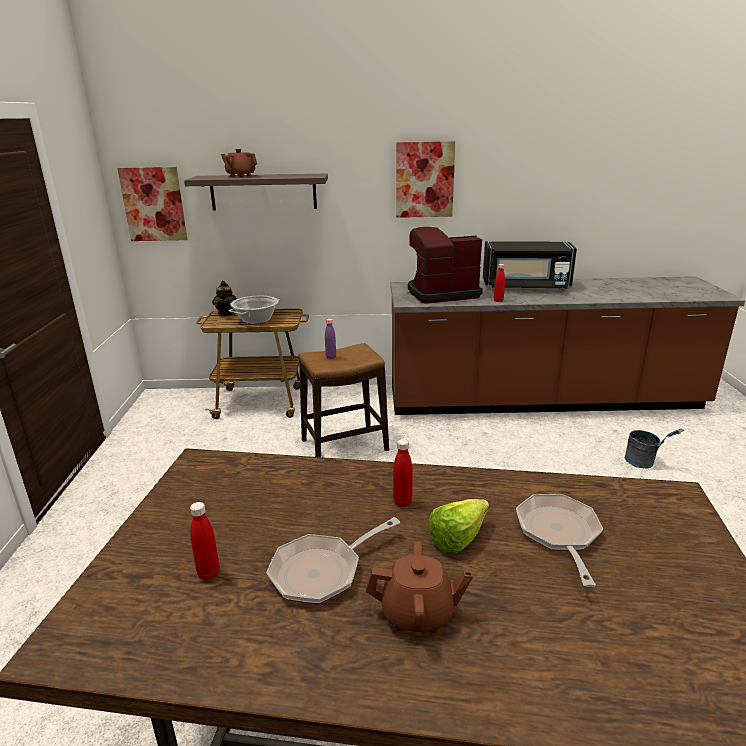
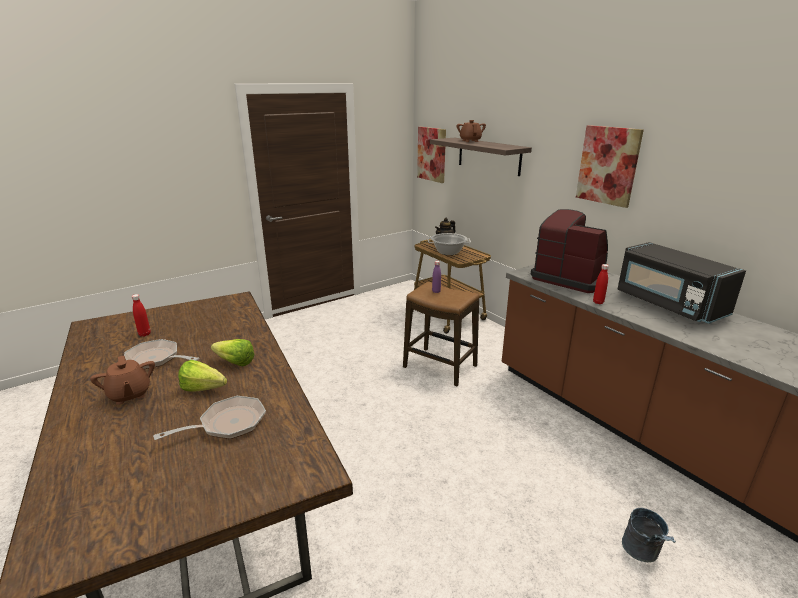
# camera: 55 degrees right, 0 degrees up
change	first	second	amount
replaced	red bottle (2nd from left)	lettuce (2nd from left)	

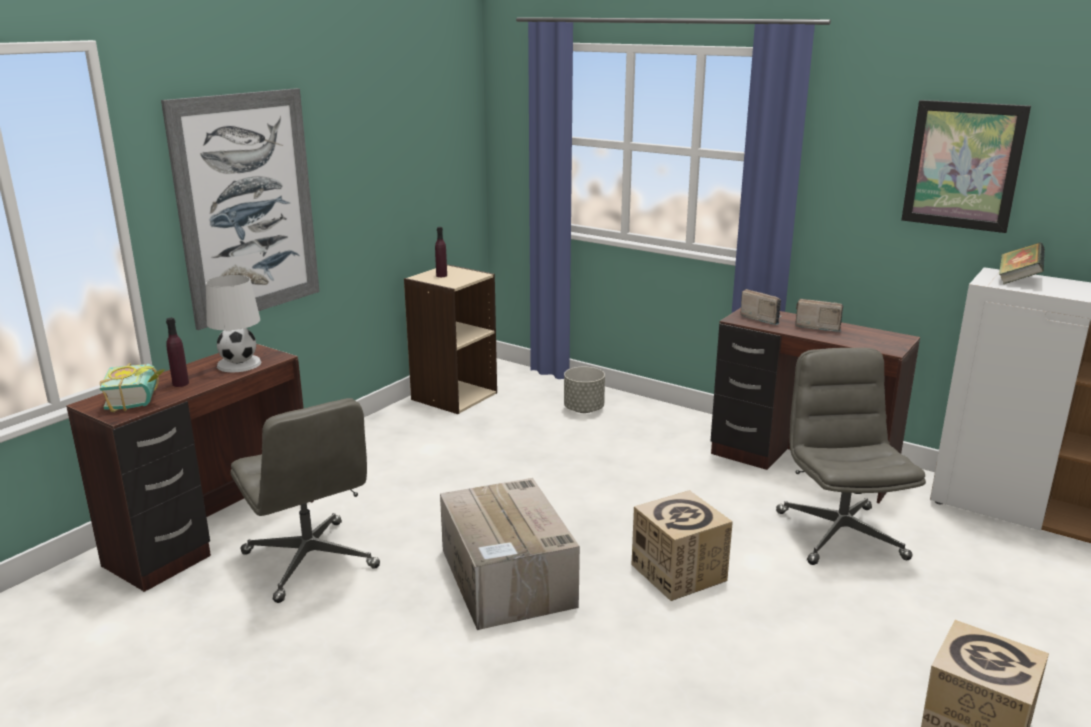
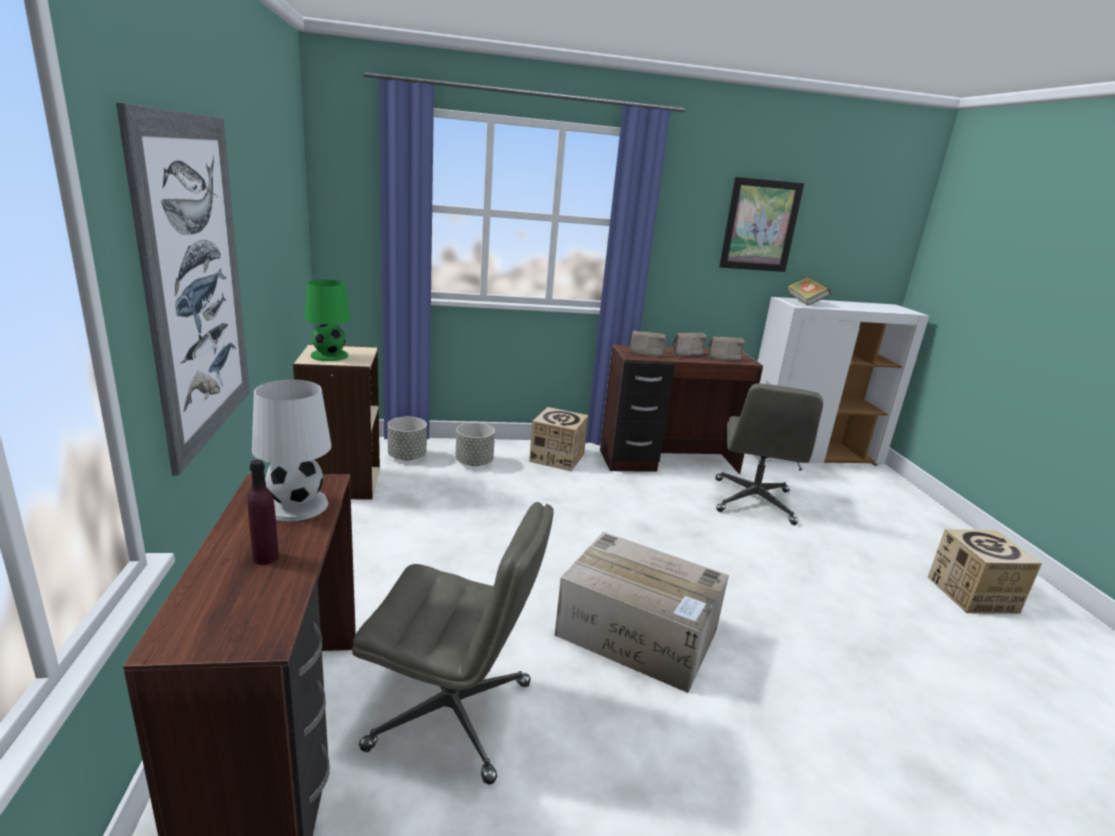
# camera: 45 degrees left, 0 degrees up
change	first	second	amount
replaced	purple bottle (2nd from left)	green table lamp	
added		grey planter (1st from left)	
moved	cardboard box (2nd from left in the first image)	cardboard box (1st from left)	
added		radio (3rd from left)	
turned	grey office chair (2nd from left)		120 degrees counterclockwise
removed	book (1st from left)		

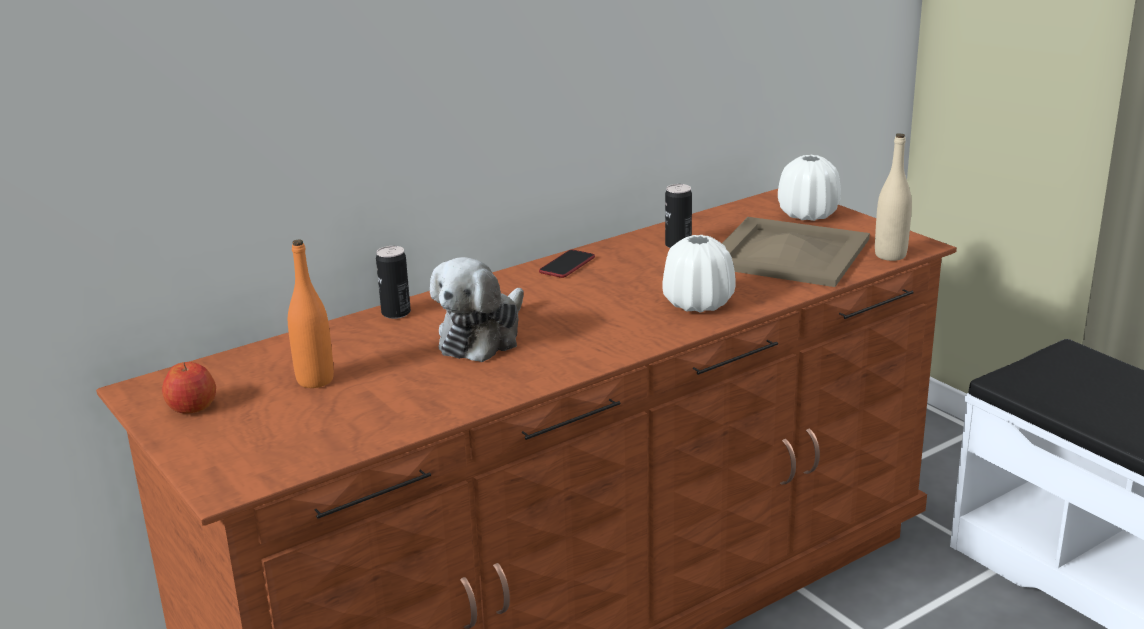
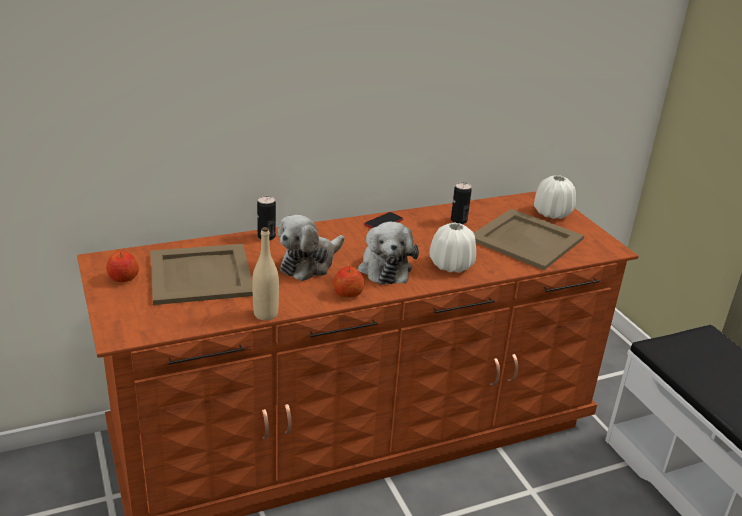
# camera: 10 degrees right, 5 degrees up
change	first	second	amount
replaced	orange bottle	beige tray (1st from left)	
moved	beige bottle		
added		apple (2nd from left)	
added		plush toy (2nd from left)	

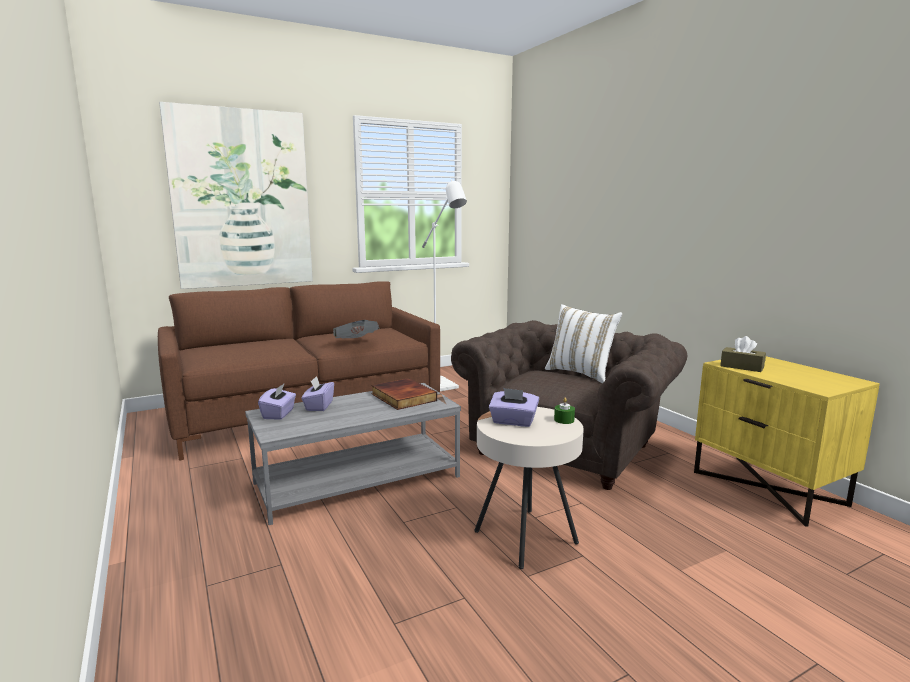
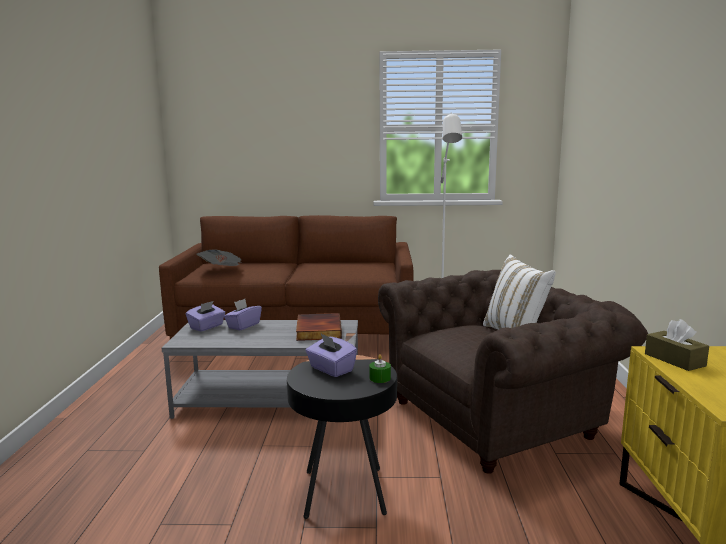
# camera: 30 degrees right, 0 degrees up
change	first	second	amount
moved	newspaper		
recoloured	beige side table	black side table	
removed	picture		

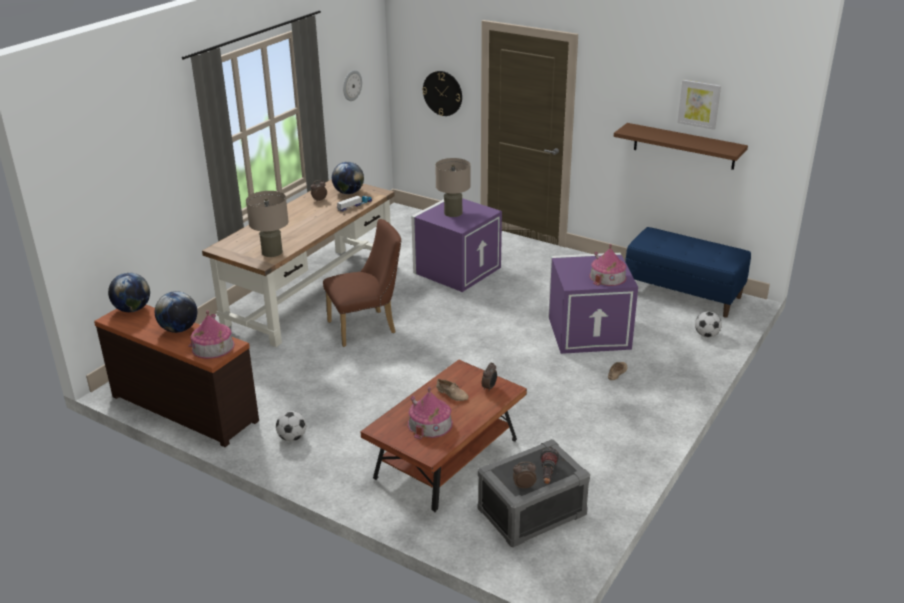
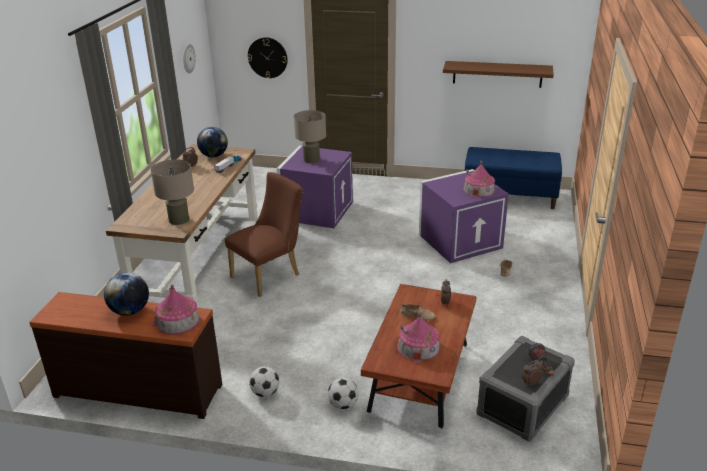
# camera: 20 degrees left, 0 degrees up
change	first	second	amount
moved	football (2nd from left)		
removed	globe (1st from left)		
removed	picture		

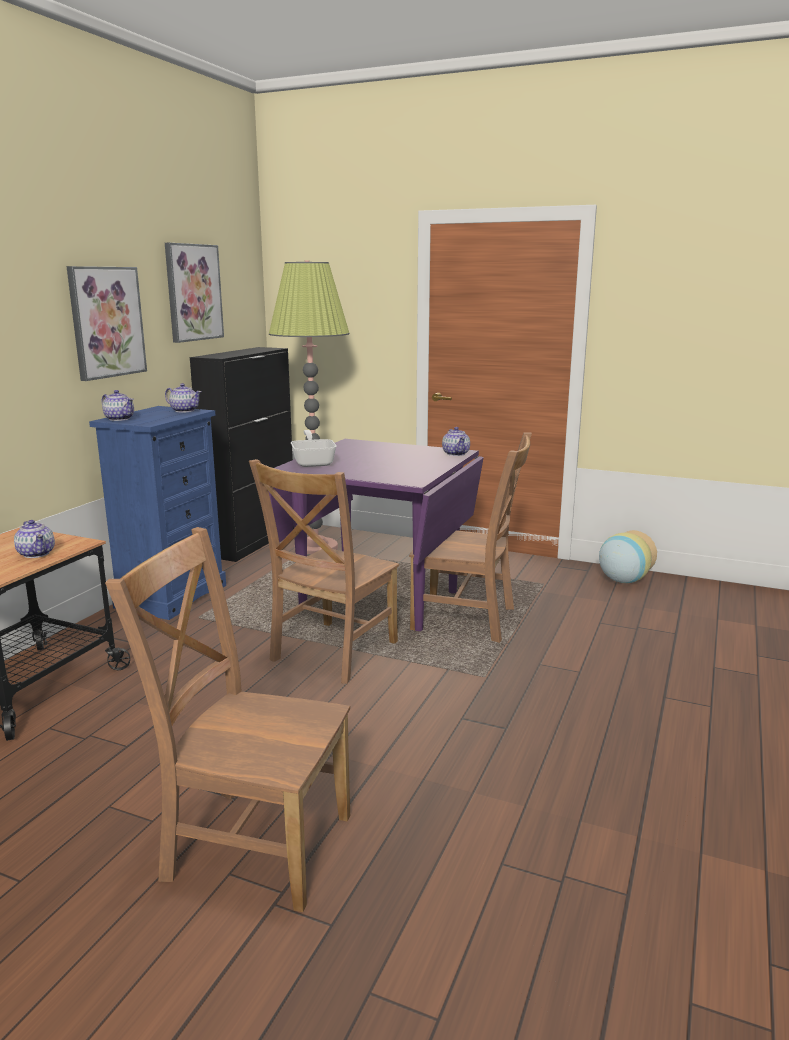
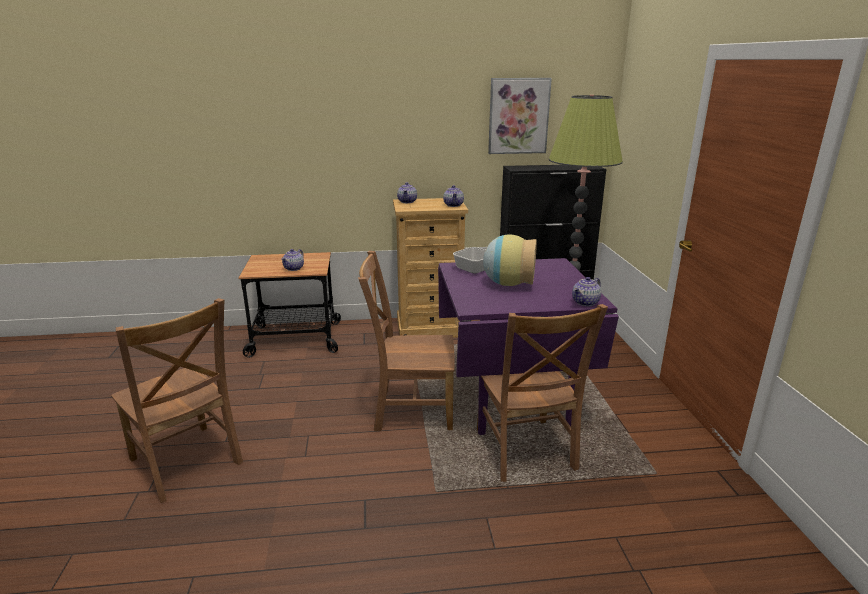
# camera: 60 degrees right, 5 degrees up
change	first	second	amount
turned	brown chair (1st from left)		150 degrees clockwise
recoloured	blue dresser	beige dresser	
moved	vase		
removed	picture (1st from left)		

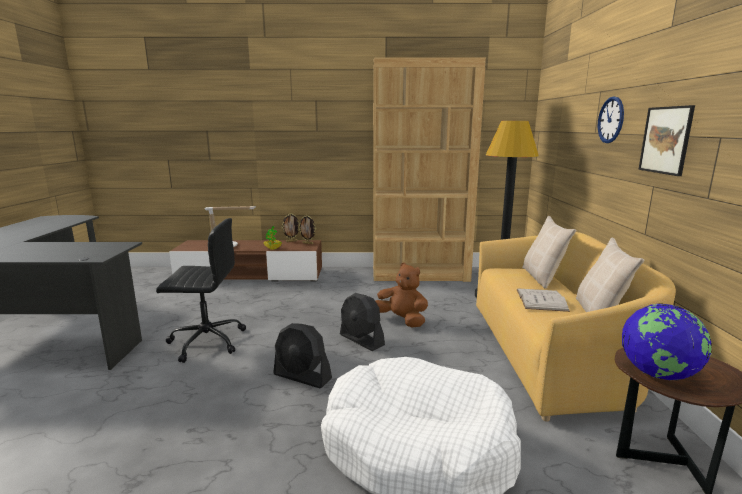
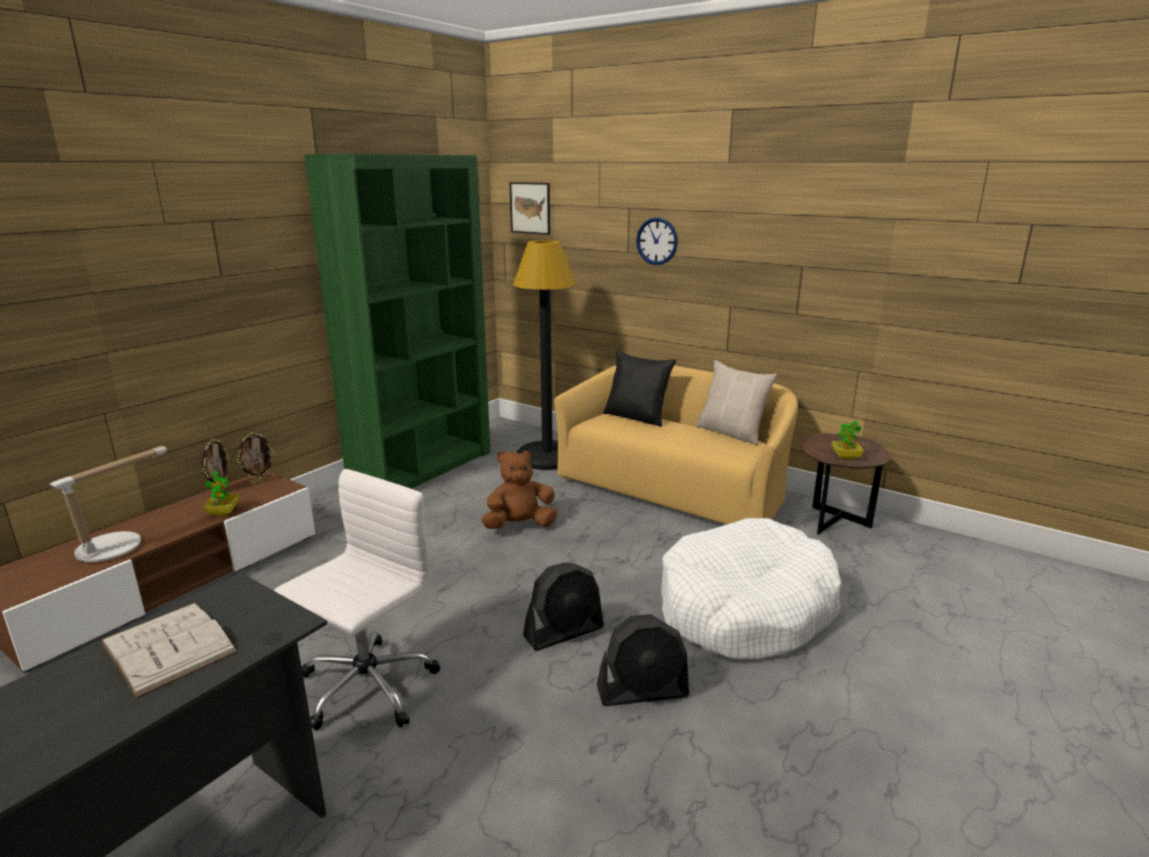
# camera: 55 degrees left, 5 degrees up
change	first	second	amount
moved	white book		
recoloured	black office chair	white office chair	
recoloured	brown bookcase	green bookcase	
moved	picture		
moved	black fan (2nd from left)		
recoloured	beige pillow (1st from left)	black pillow	
replaced	globe	potted plant (2nd from left)	

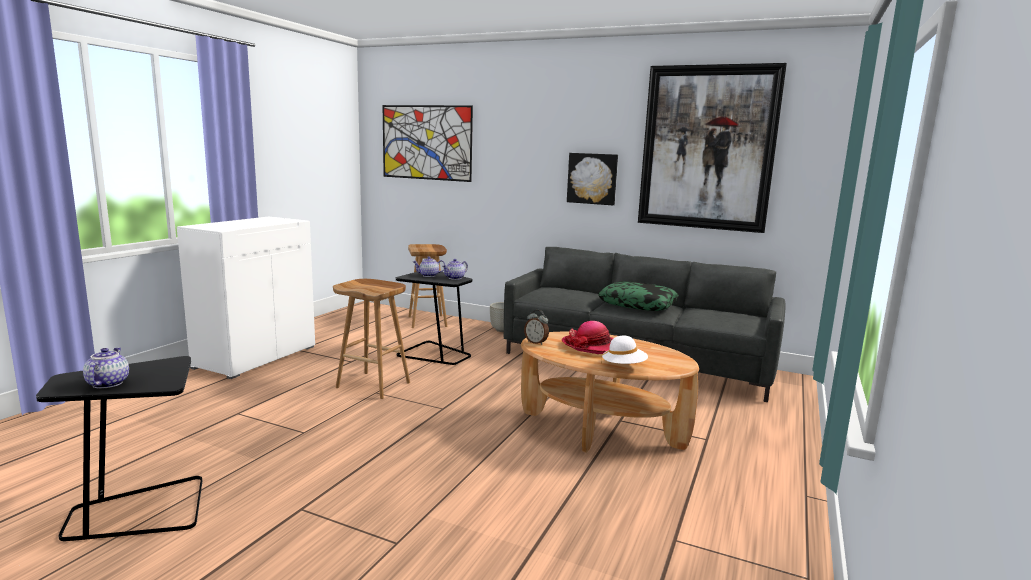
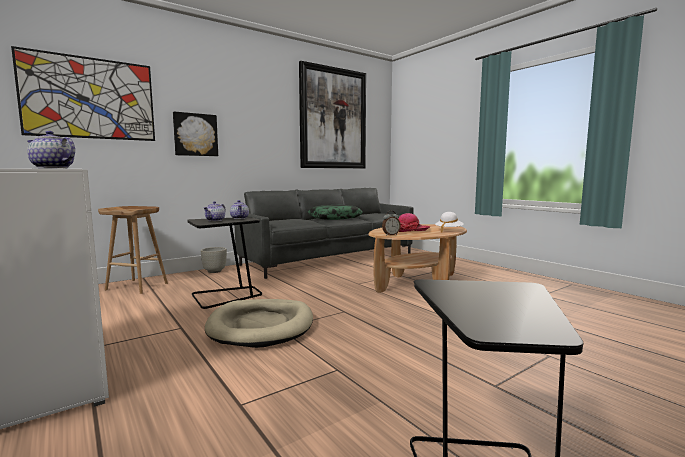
# camera: 60 degrees left, 5 degrees down
change	first	second	amount
moved	teapot (1st from left)		
moved	picture (2nd from left)		
replaced	brown stool (1st from left)	beige dog bed	

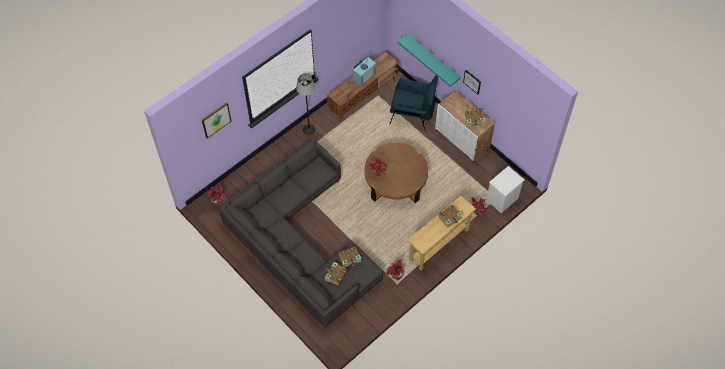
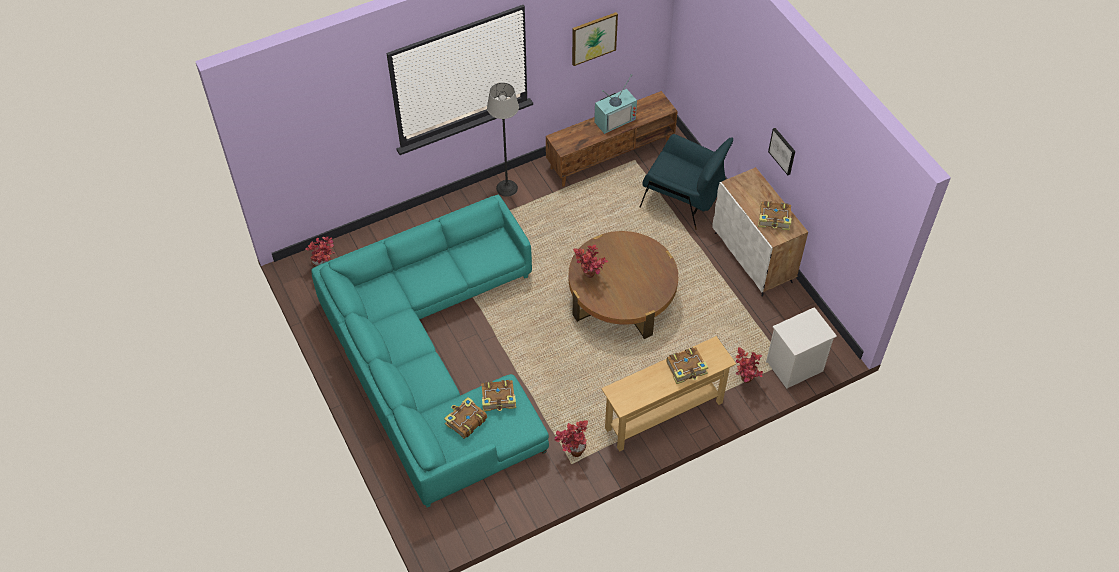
# camera: 15 degrees right, 5 degrees down
change	first	second	amount
recoloured	grey sofa	turquoise sofa	
moved	picture (1st from left)		
removed	turquoise shelf		

